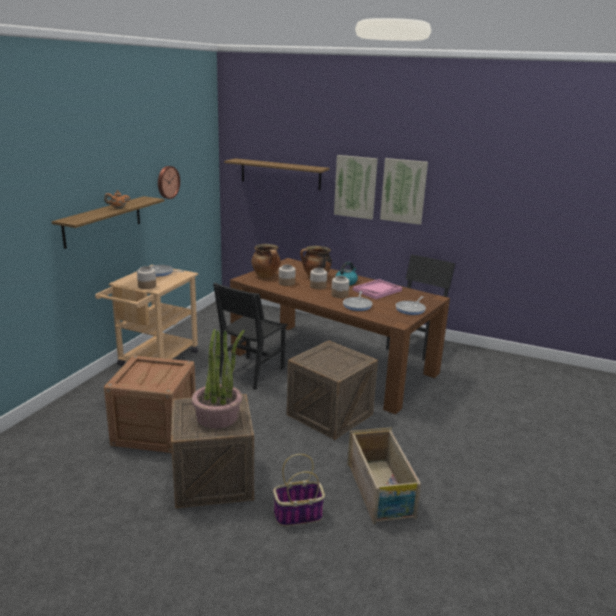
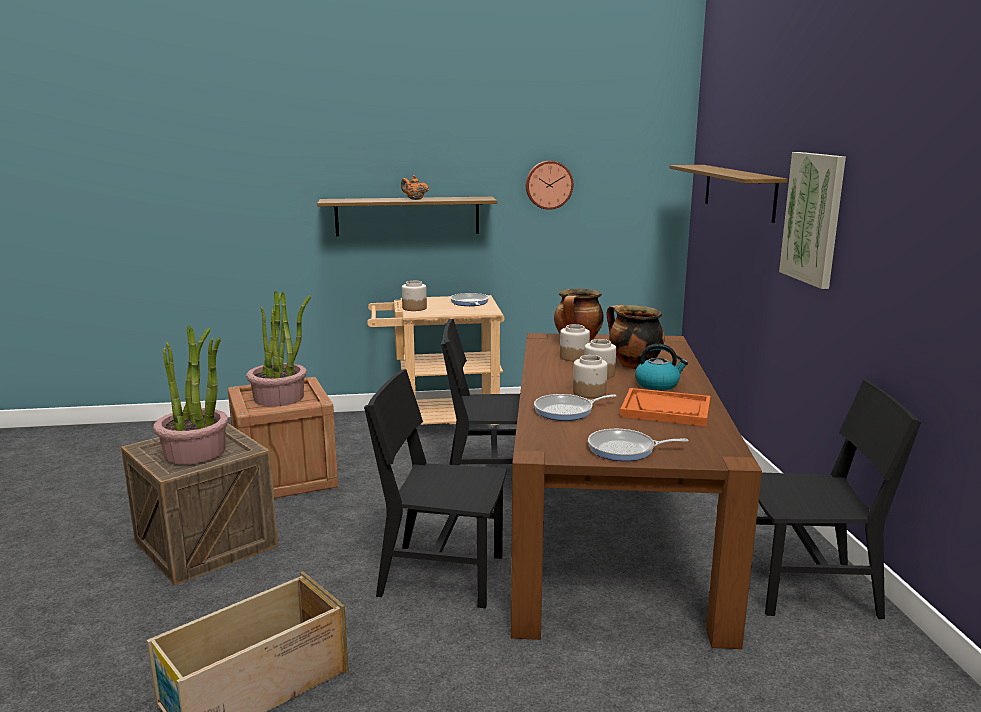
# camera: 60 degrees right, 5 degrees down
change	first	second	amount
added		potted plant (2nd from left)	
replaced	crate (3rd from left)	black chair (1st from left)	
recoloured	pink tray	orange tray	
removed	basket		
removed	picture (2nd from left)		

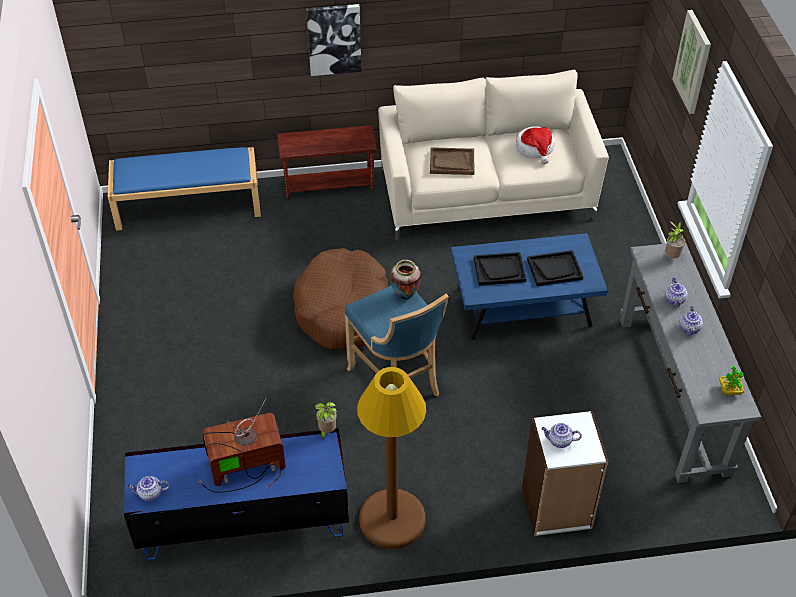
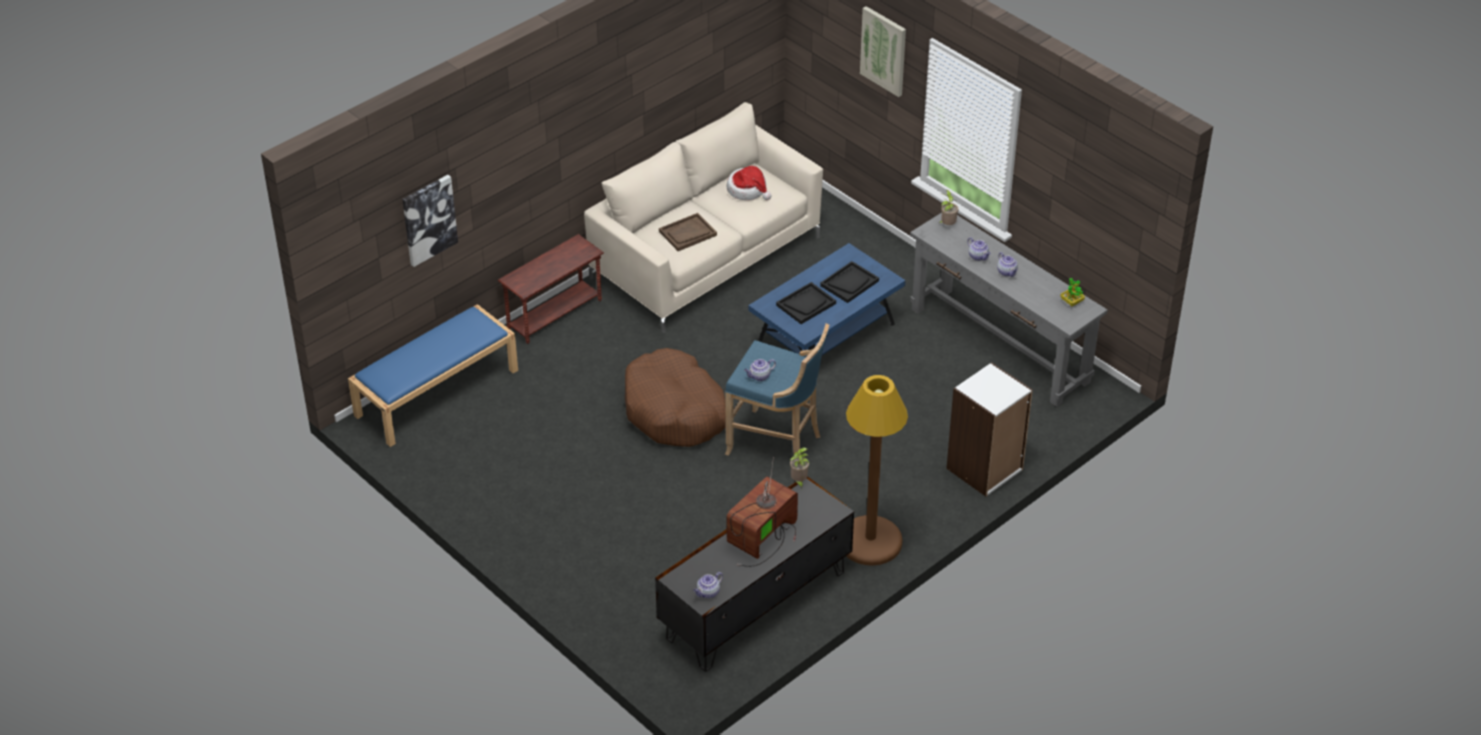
# camera: 35 degrees left, 5 degrees down
change	first	second	amount
moved	picture (1st from left)		
recoloured	blue tv stand	black tv stand	
moved	teapot (2nd from left)		
removed	vase		

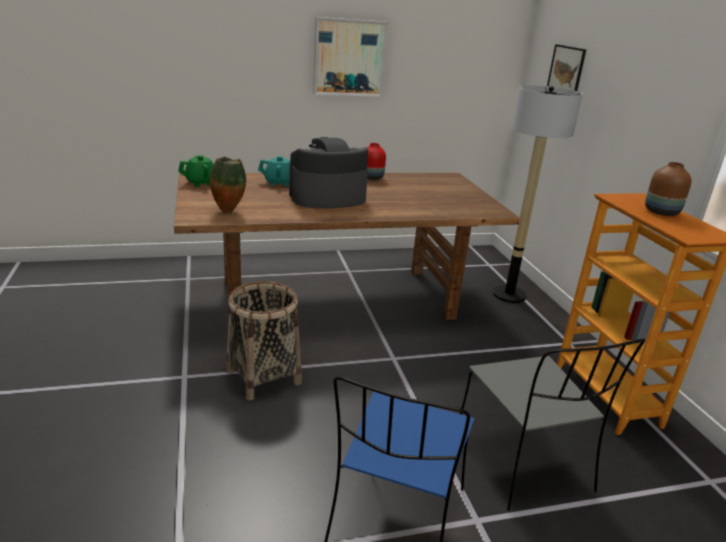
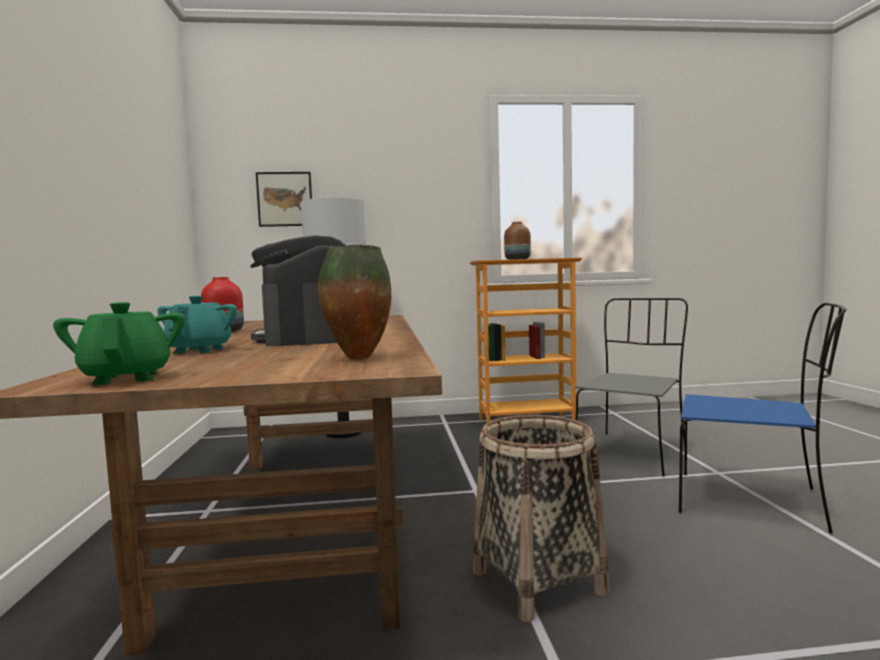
# camera: 80 degrees left, 20 degrees down
change	first	second	amount
turned	grey chair		45 degrees counterclockwise
removed	picture (1st from left)		

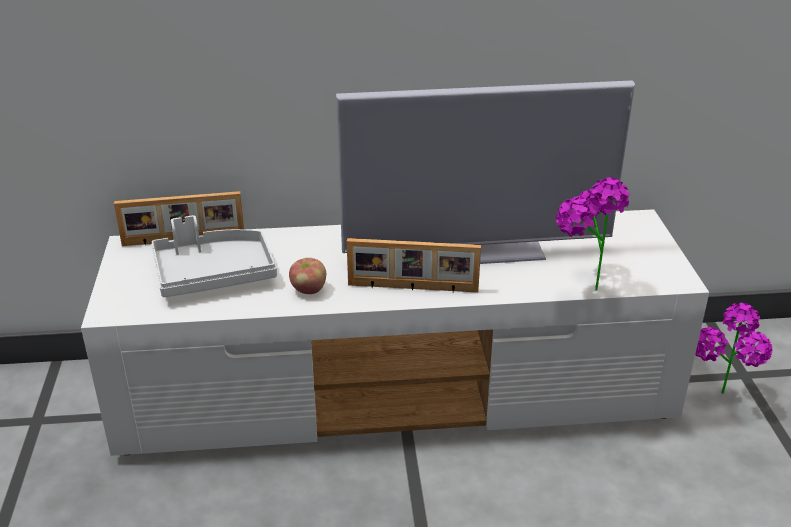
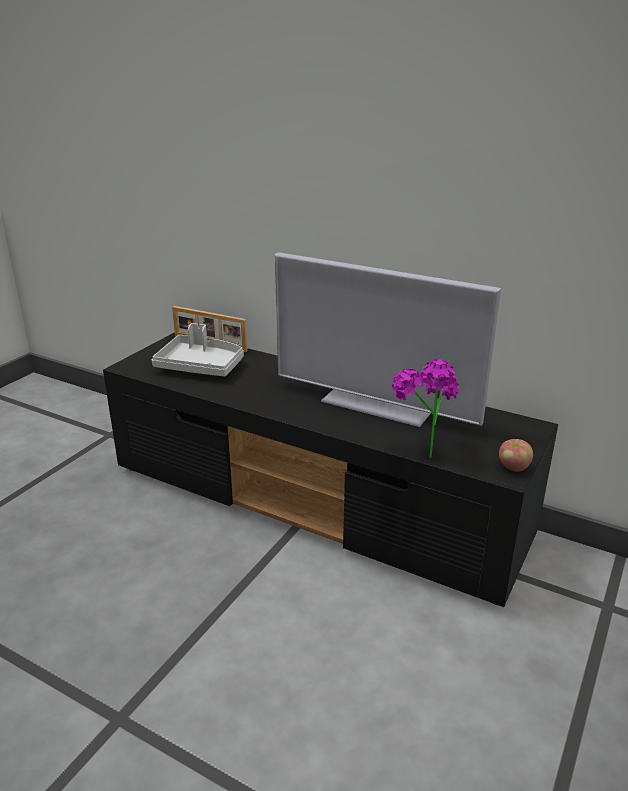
# camera: 35 degrees right, 5 degrees down
change	first	second	amount
recoloured	white tv stand	black tv stand	
moved	apple		
removed	picture frame (2nd from left)		
removed	potted plant (2nd from left)		

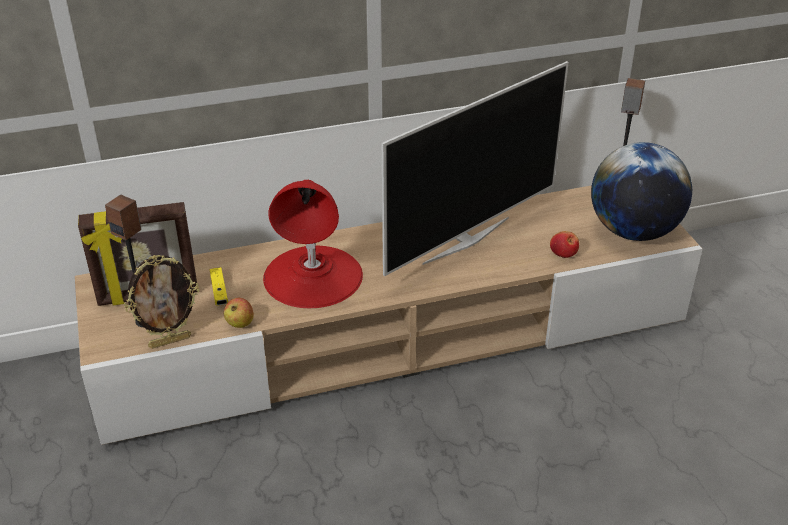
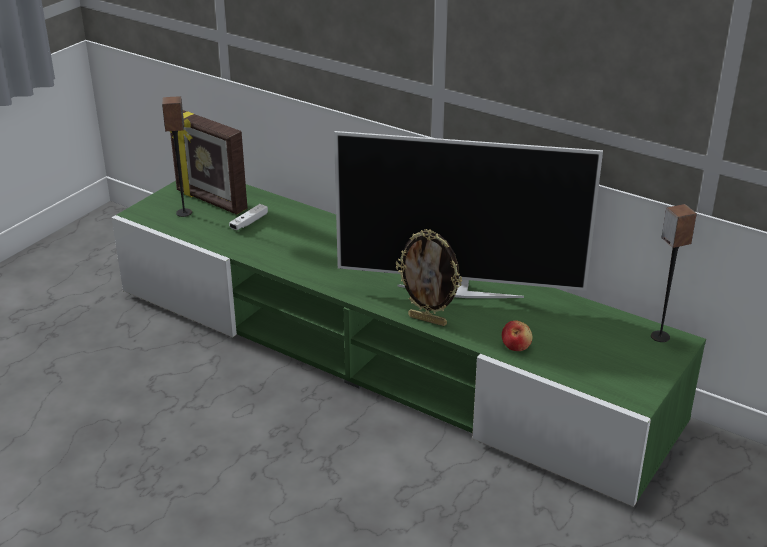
# camera: 50 degrees right, 5 degrees down
change	first	second	amount
recoloured	beige tv stand	green tv stand	
recoloured	yellow game controller	white game controller	
moved	picture frame (2nd from left)		
removed	apple (1st from left)		
removed	red table lamp		
removed	globe		

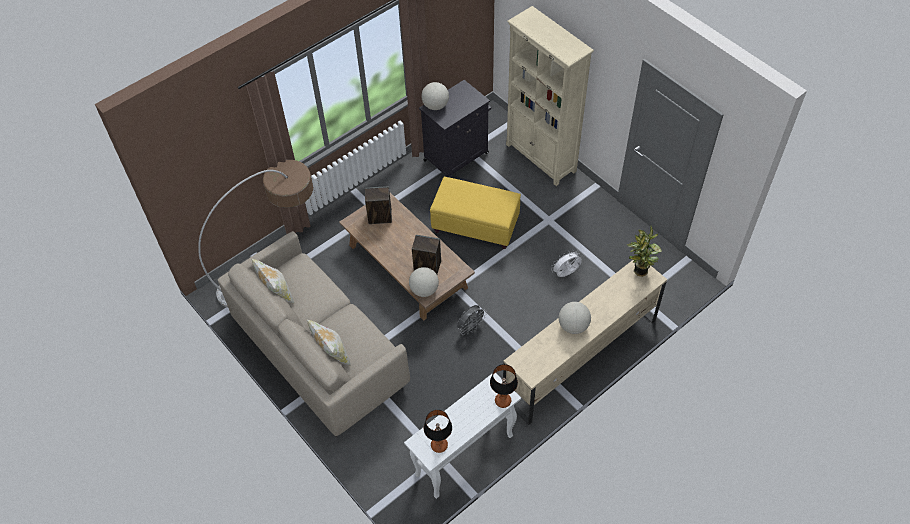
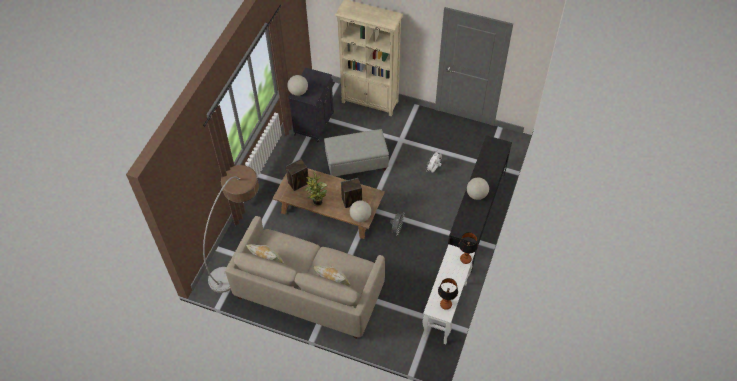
# camera: 30 degrees left, 0 degrees up
change	first	second	amount
moved	potted plant		
recoloured	yellow ottoman	grey ottoman	
recoloured	beige tv stand	black tv stand	

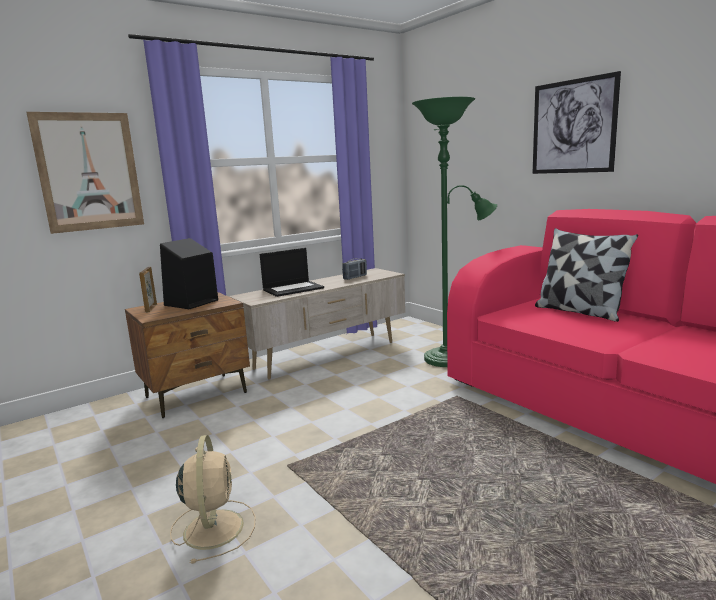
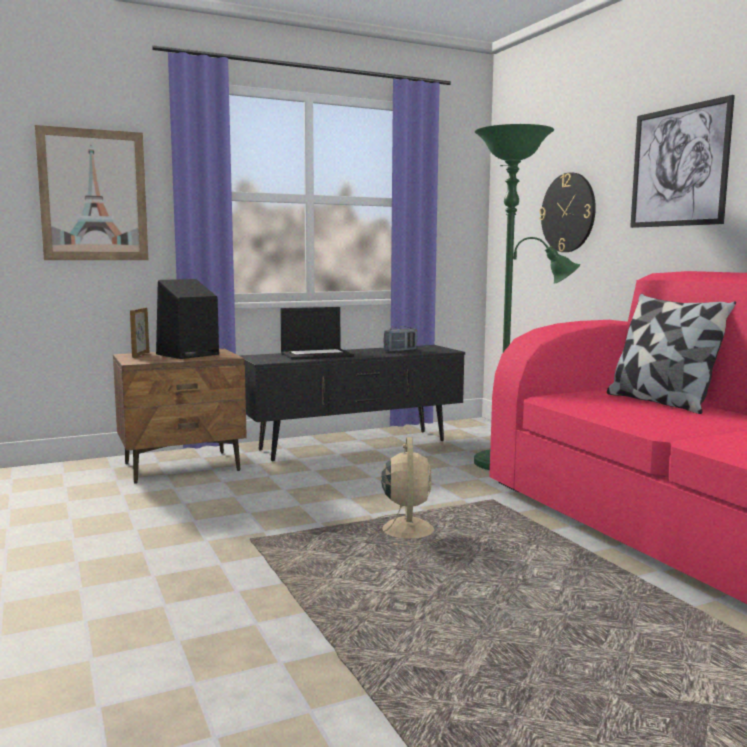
# camera: 10 degrees right, 5 degrees down
change	first	second	amount
recoloured	beige tv stand	black tv stand	
moved	beige fan		
added		wall clock	

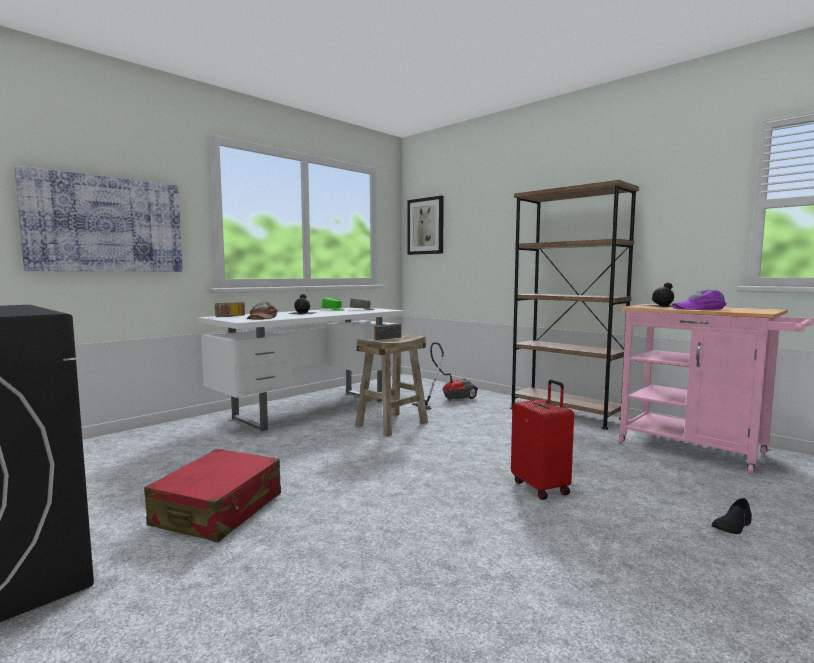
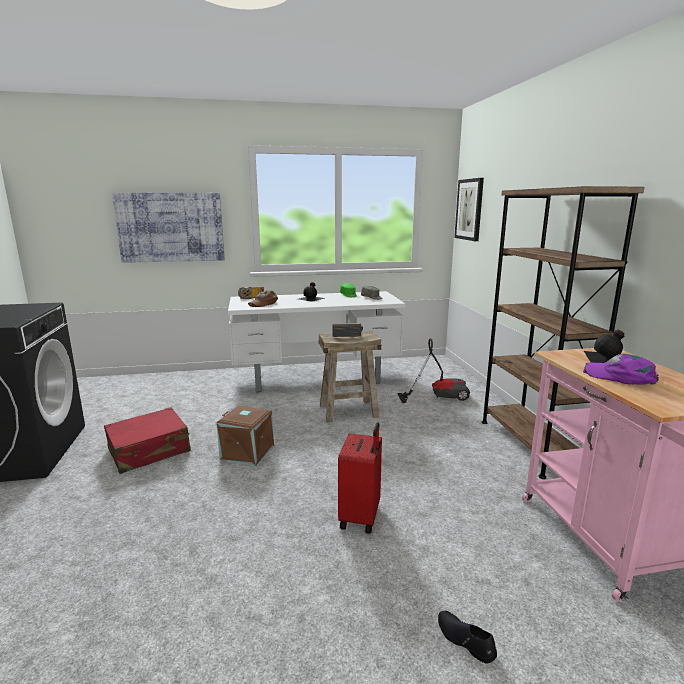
# camera: 35 degrees right, 10 degrees up
change	first	second	amount
added		brown storage box	
turned	black shoe		45 degrees clockwise

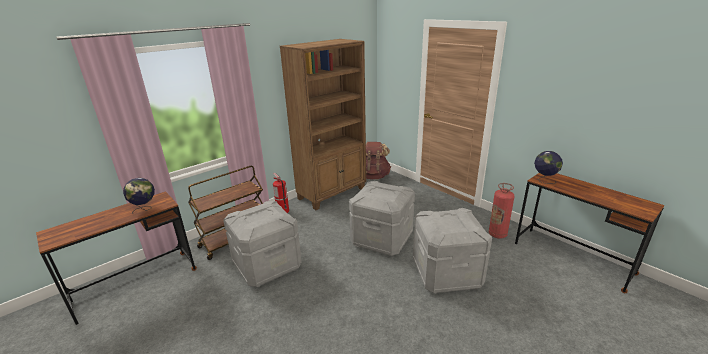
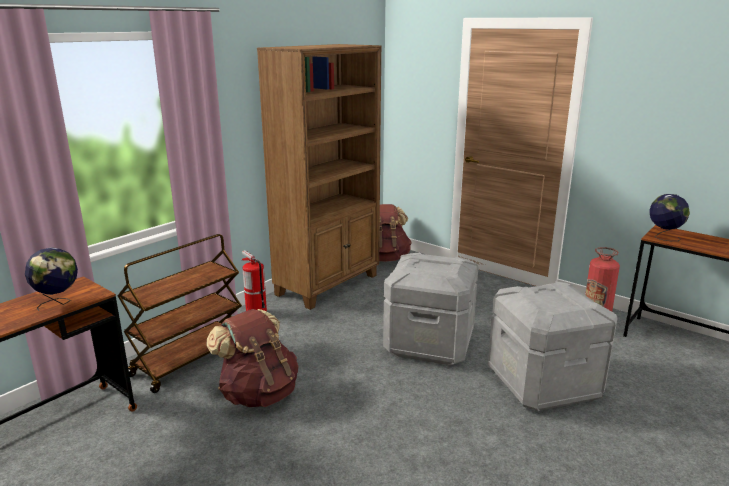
# camera: 10 degrees left, 5 degrees down
change	first	second	amount
replaced	grey storage box (1st from left)	brown backpack (1st from left)	

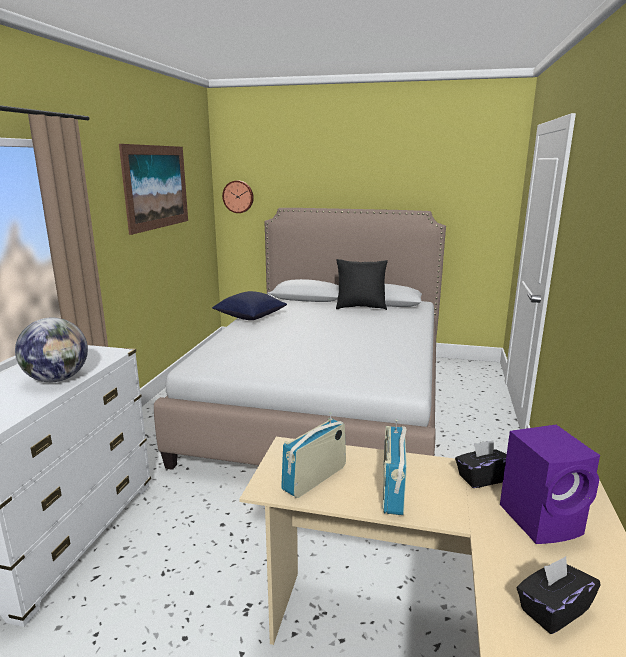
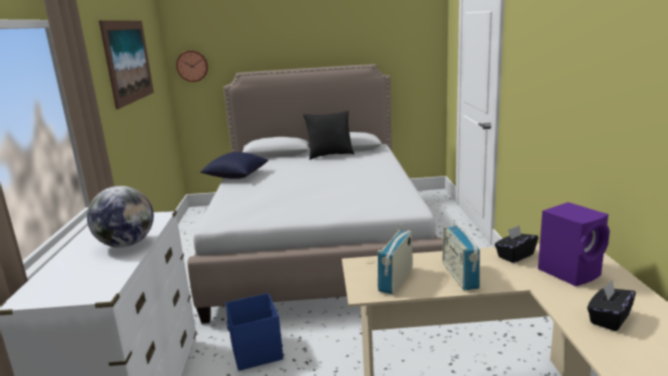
# camera: 15 degrees left, 0 degrees up
change	first	second	amount
added		blue storage box	

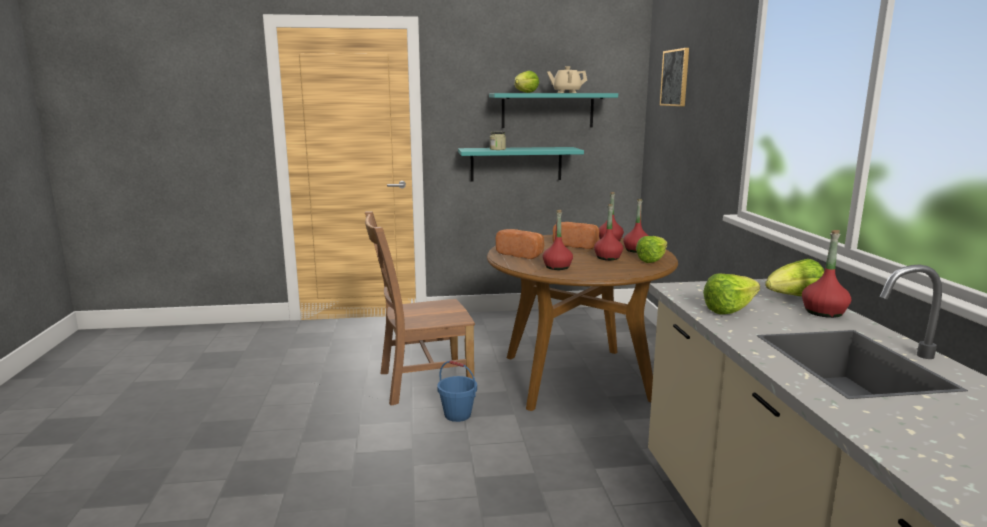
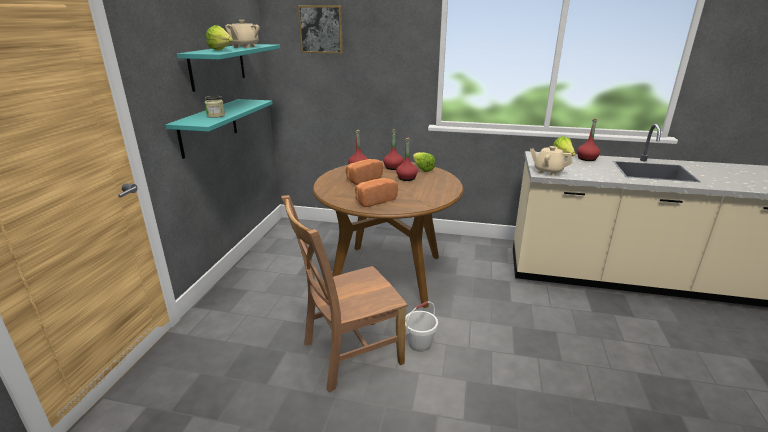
# camera: 70 degrees left, 10 degrees up
change	first	second	amount
turned	brown chair		60 degrees clockwise
recoloured	blue bucket	white bucket	
added		beige teapot (2nd from left)	
removed	red bottle (1st from left)		
removed	lettuce (3rd from left)		

